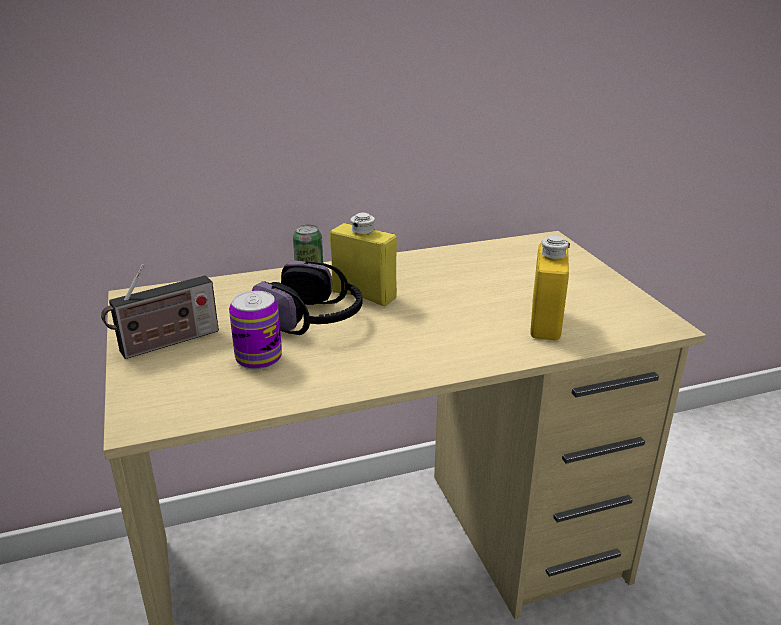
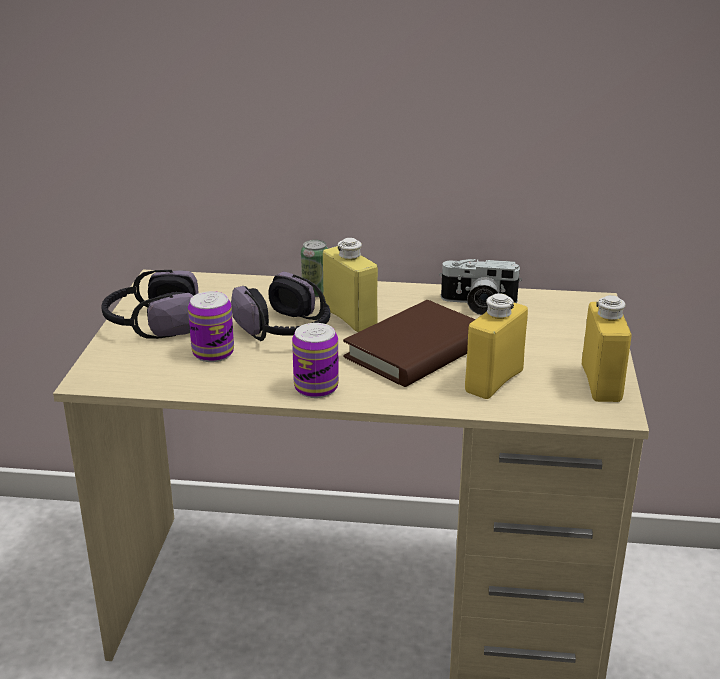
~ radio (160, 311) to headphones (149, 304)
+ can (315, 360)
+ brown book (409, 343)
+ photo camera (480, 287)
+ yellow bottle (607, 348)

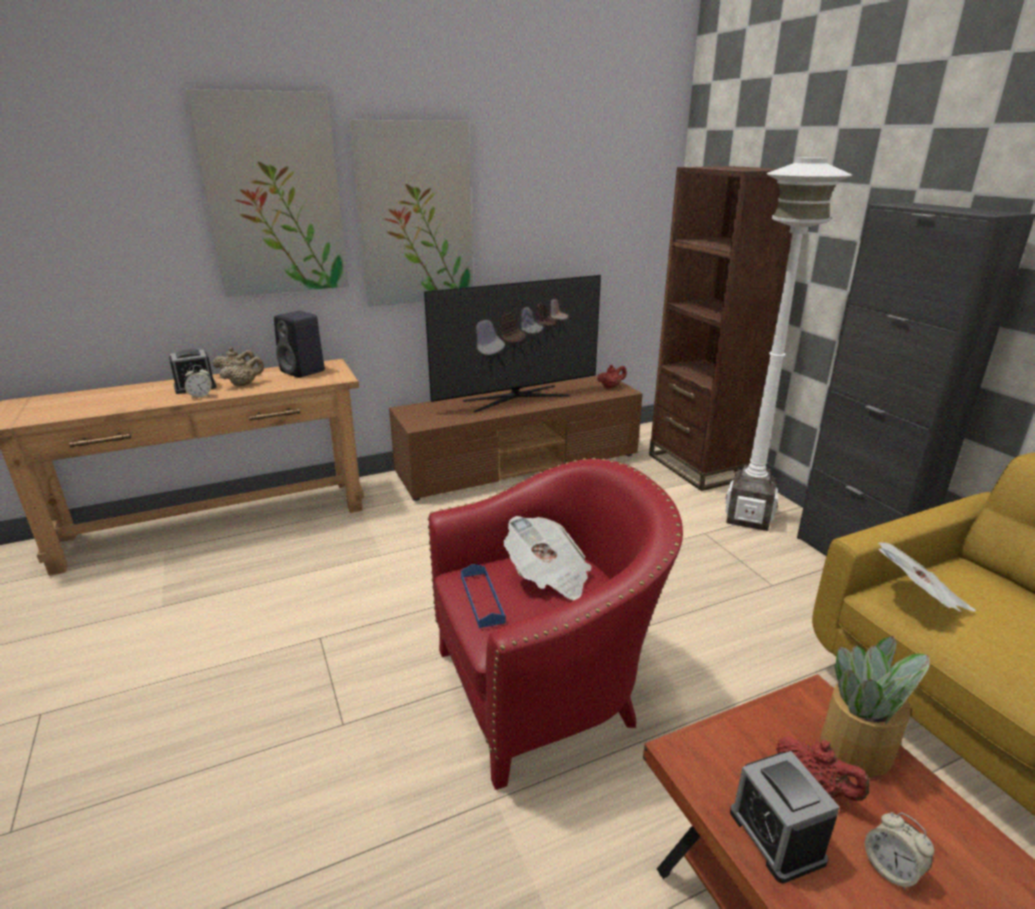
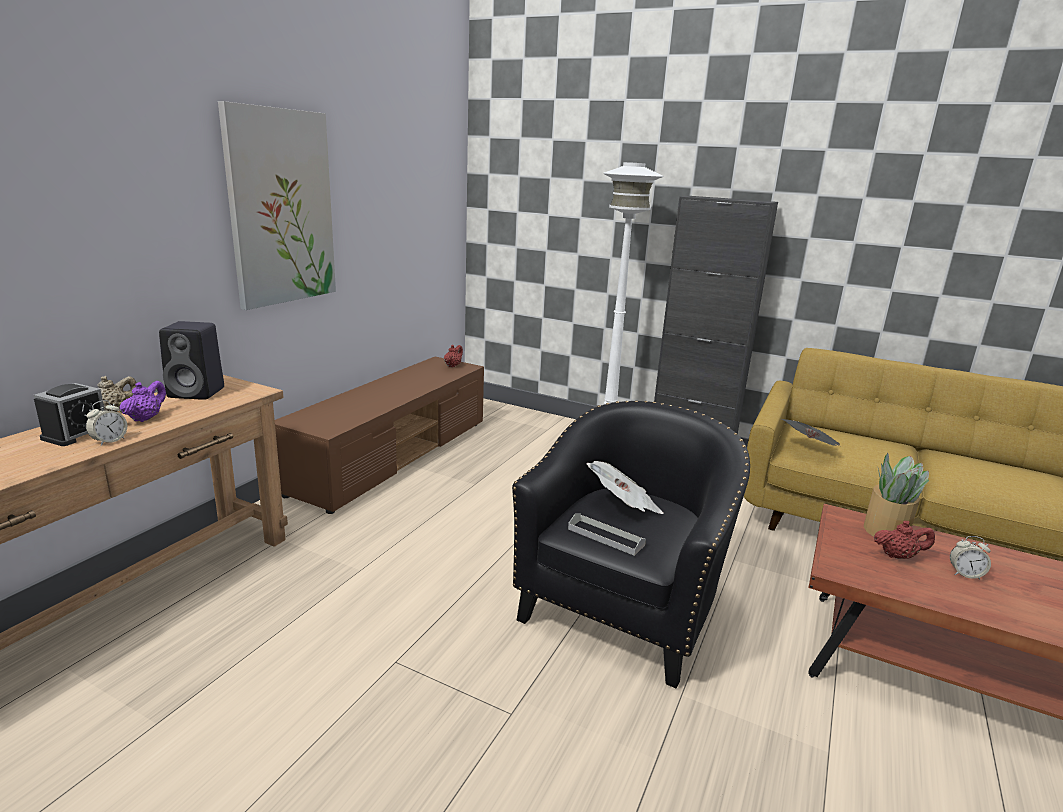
- picture (267, 193)
~ beige teapot (242, 371) to purple teapot (143, 401)
- television (512, 344)
~ red armchair (555, 624) to black armchair (631, 544)
~ blue tray (483, 596) to grey tray (607, 534)
- brown bookcase (720, 328)
- alarm clock (785, 817)

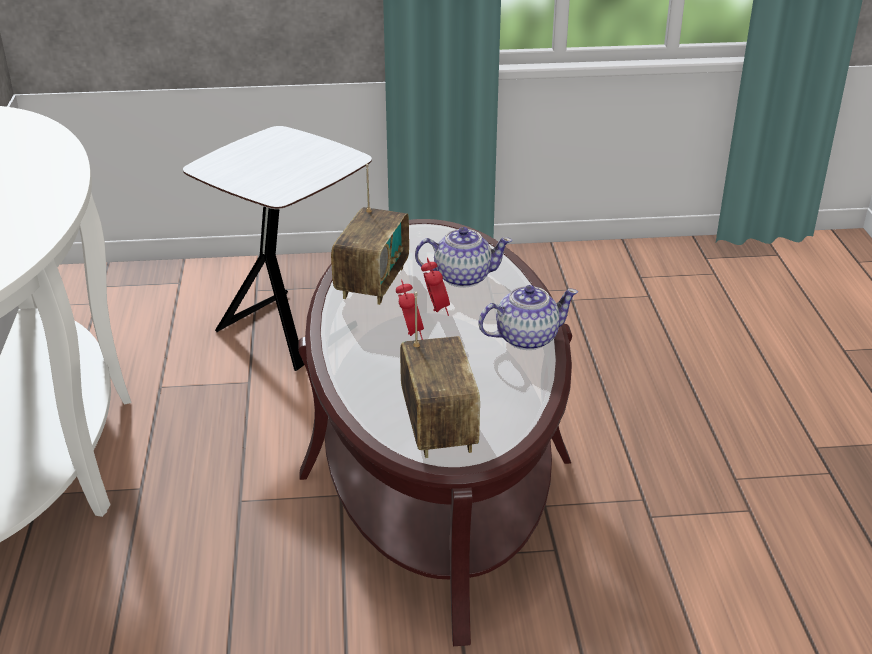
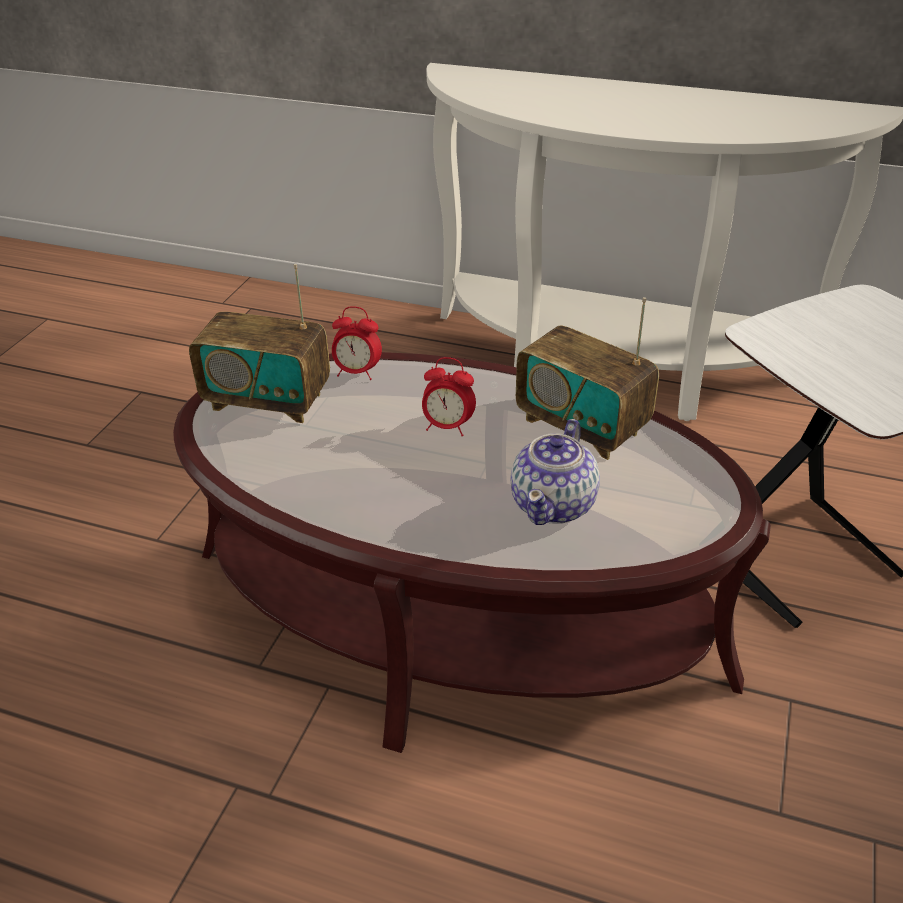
~ alarm clock (435, 286) to (357, 343)
- teapot (528, 317)

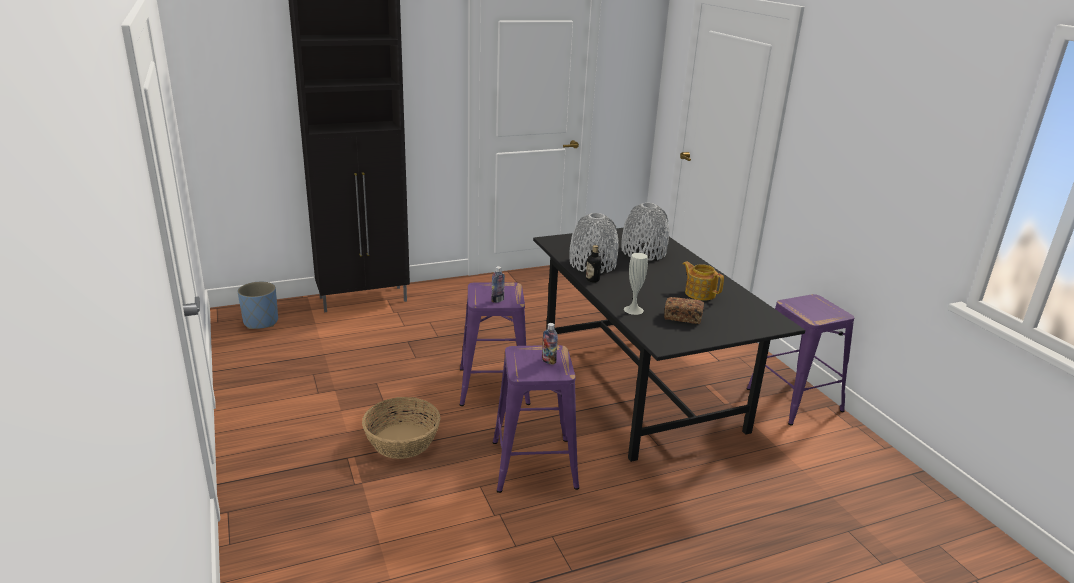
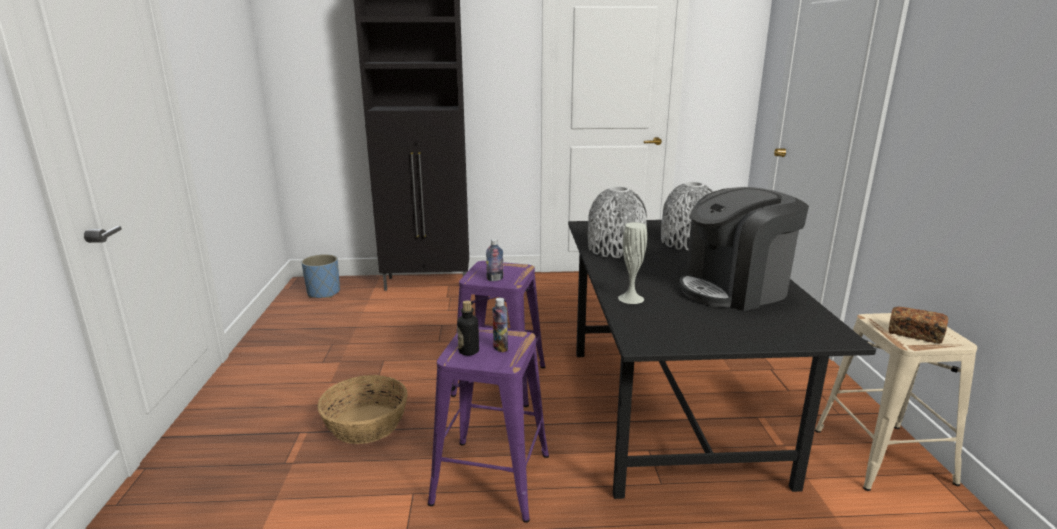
~ bottle (593, 263) to (468, 328)
~ bread (684, 310) to (918, 325)
~ teapot (703, 281) to coffee machine (744, 249)
~ purple stool (800, 359) to beige stool (896, 402)

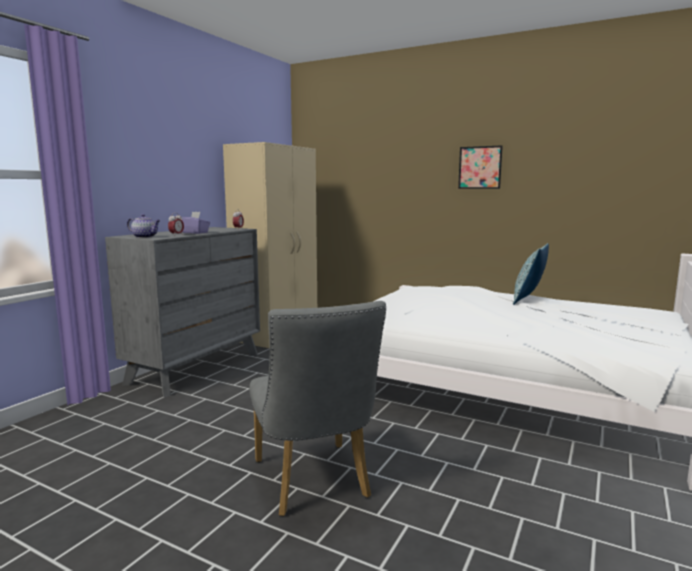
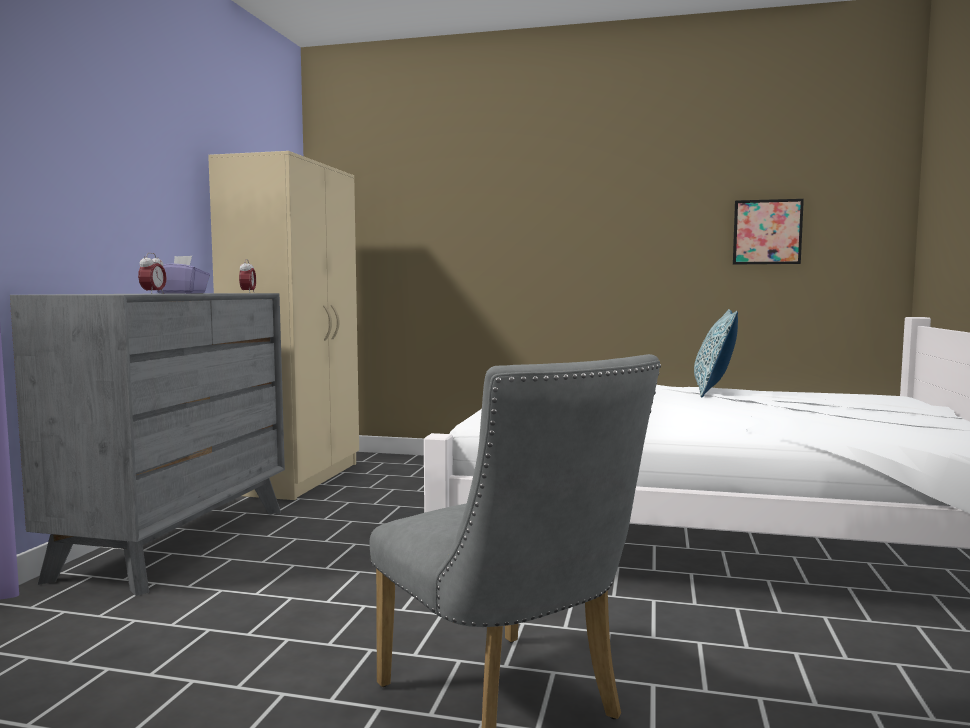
- teapot (144, 226)
~ picture (480, 167) to (768, 231)

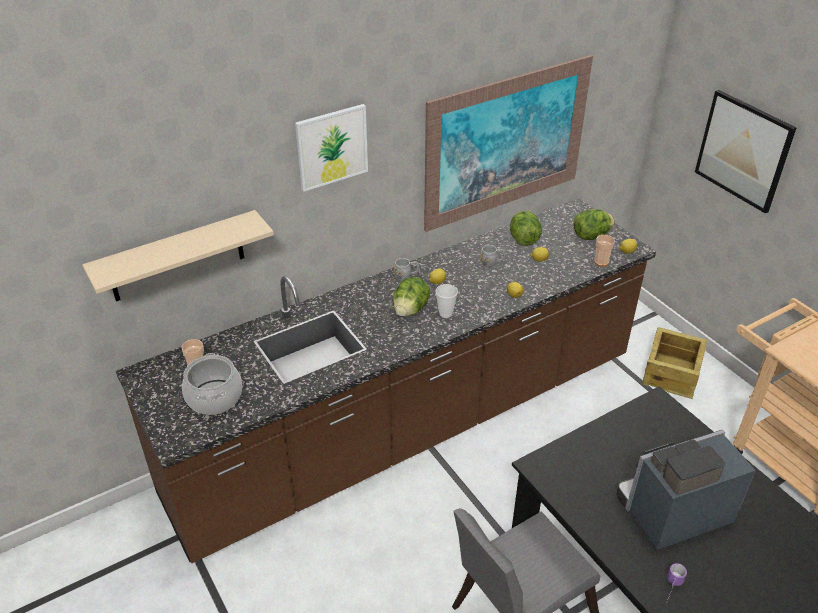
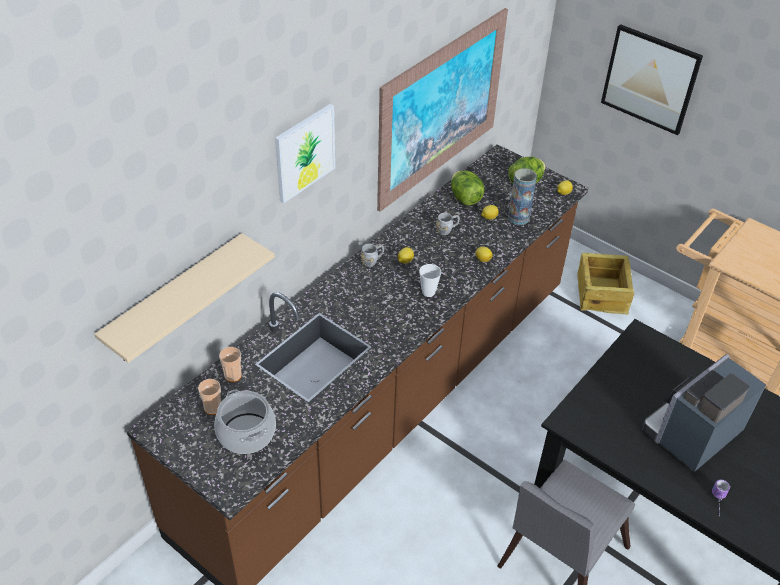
- lettuce (412, 297)
~ cup (604, 250) to (230, 364)
+ vase (522, 196)

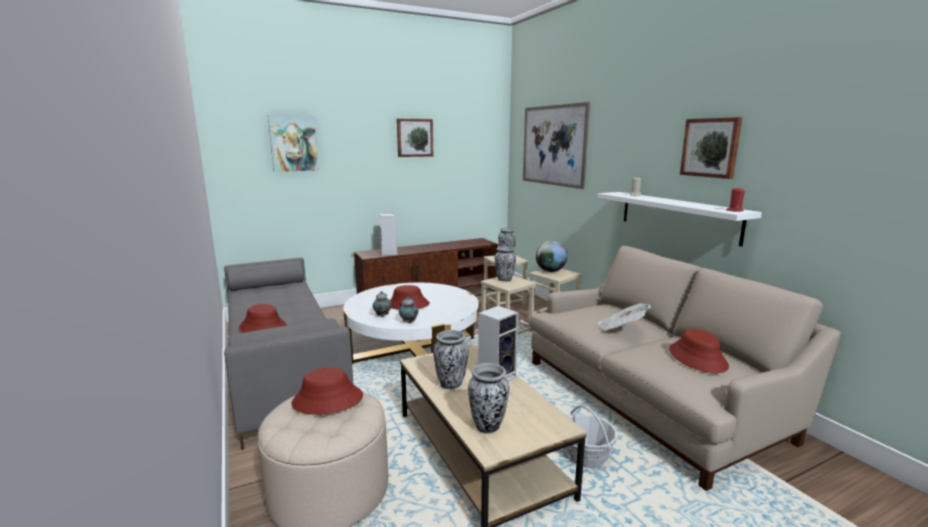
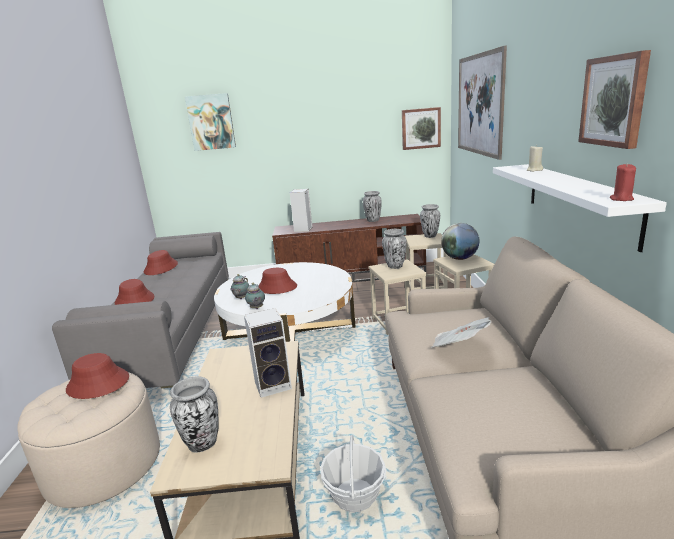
~ picture (415, 138) to (421, 128)
~ vase (451, 359) to (372, 206)
~ red hat (699, 351) to (161, 262)

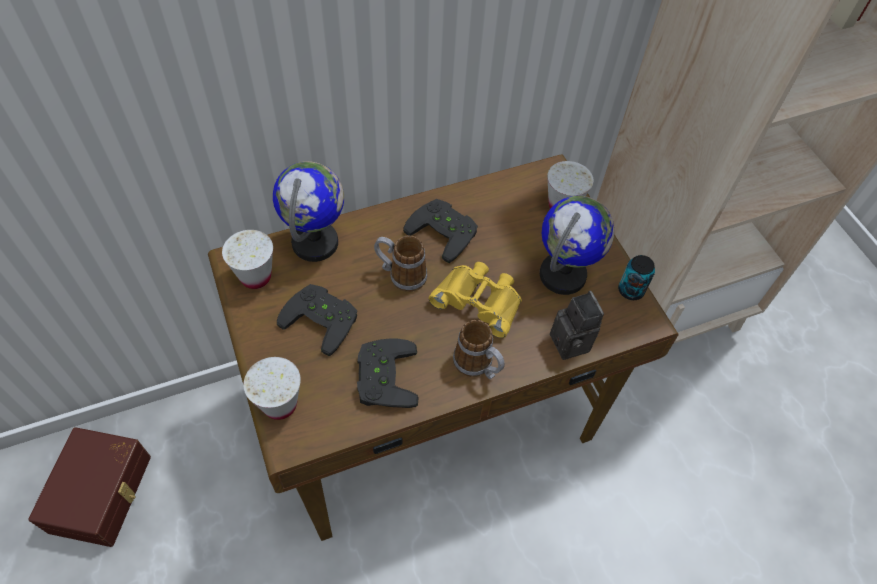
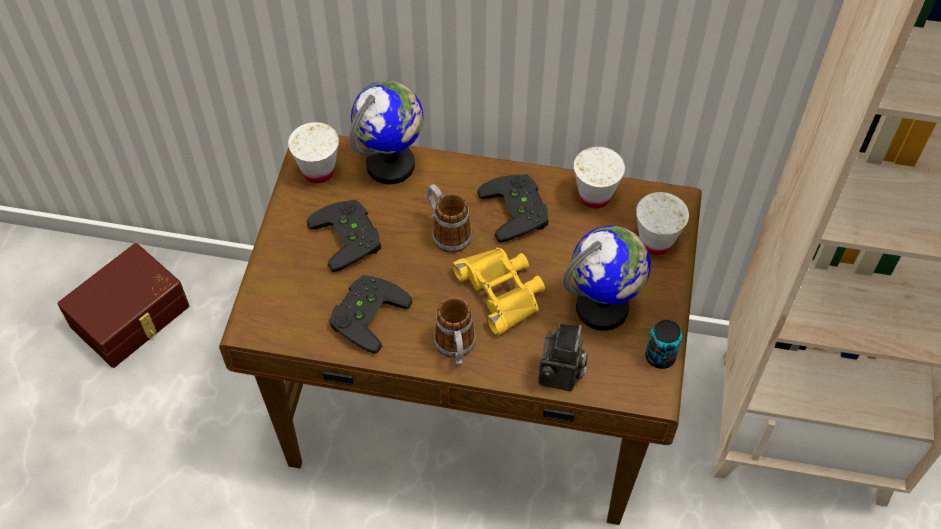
~ white cup (272, 388) to (599, 177)

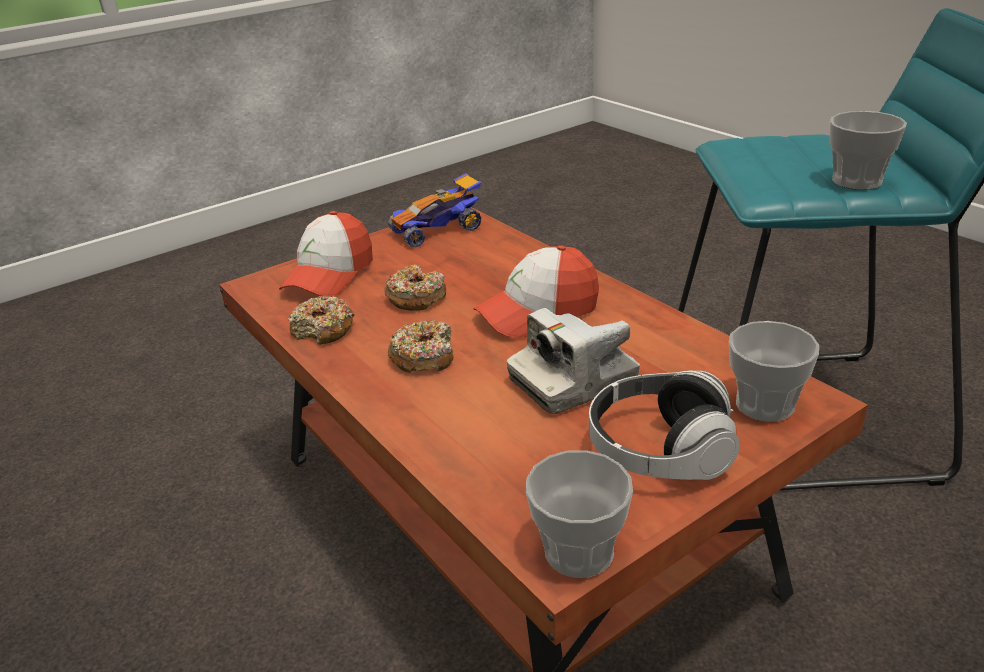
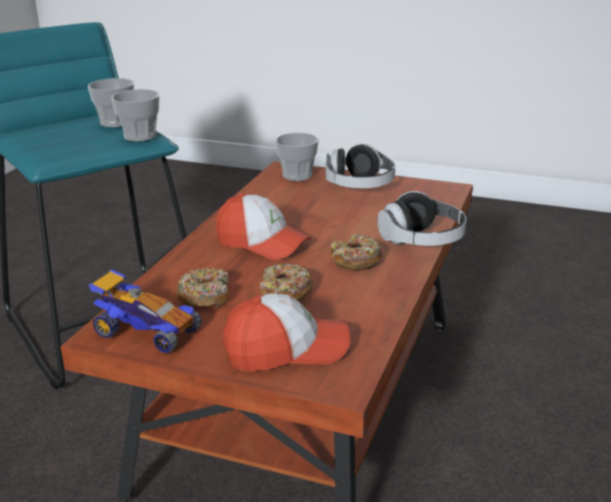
~ donut (321, 320) to (202, 288)
- photo camera (573, 361)
~ cup (579, 514) to (135, 115)
+ headphones (421, 218)

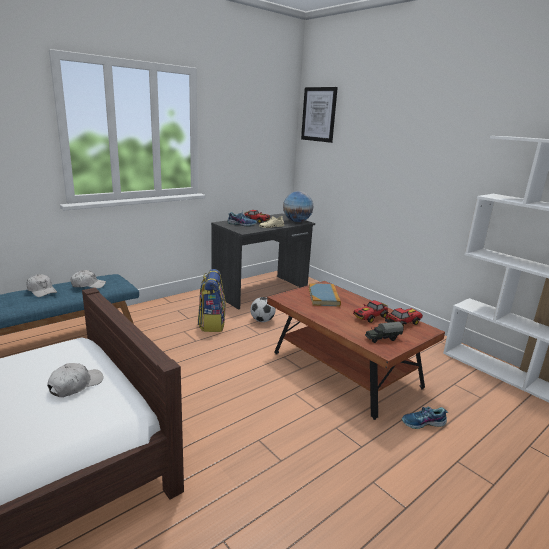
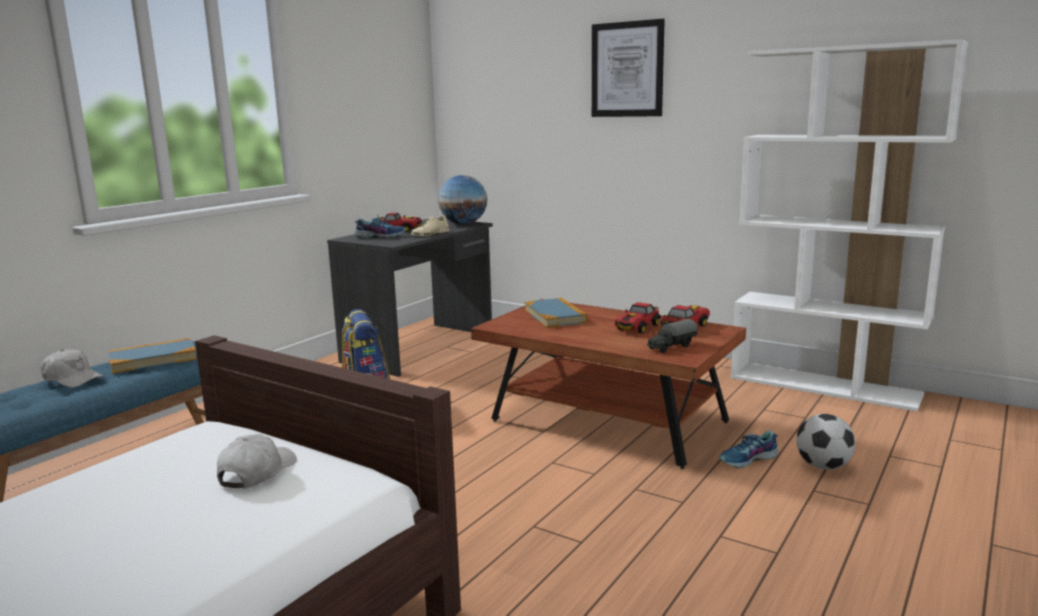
~ white cap (88, 279) to book (152, 356)
~ football (263, 309) to (826, 442)
~ picture (319, 115) to (628, 68)

